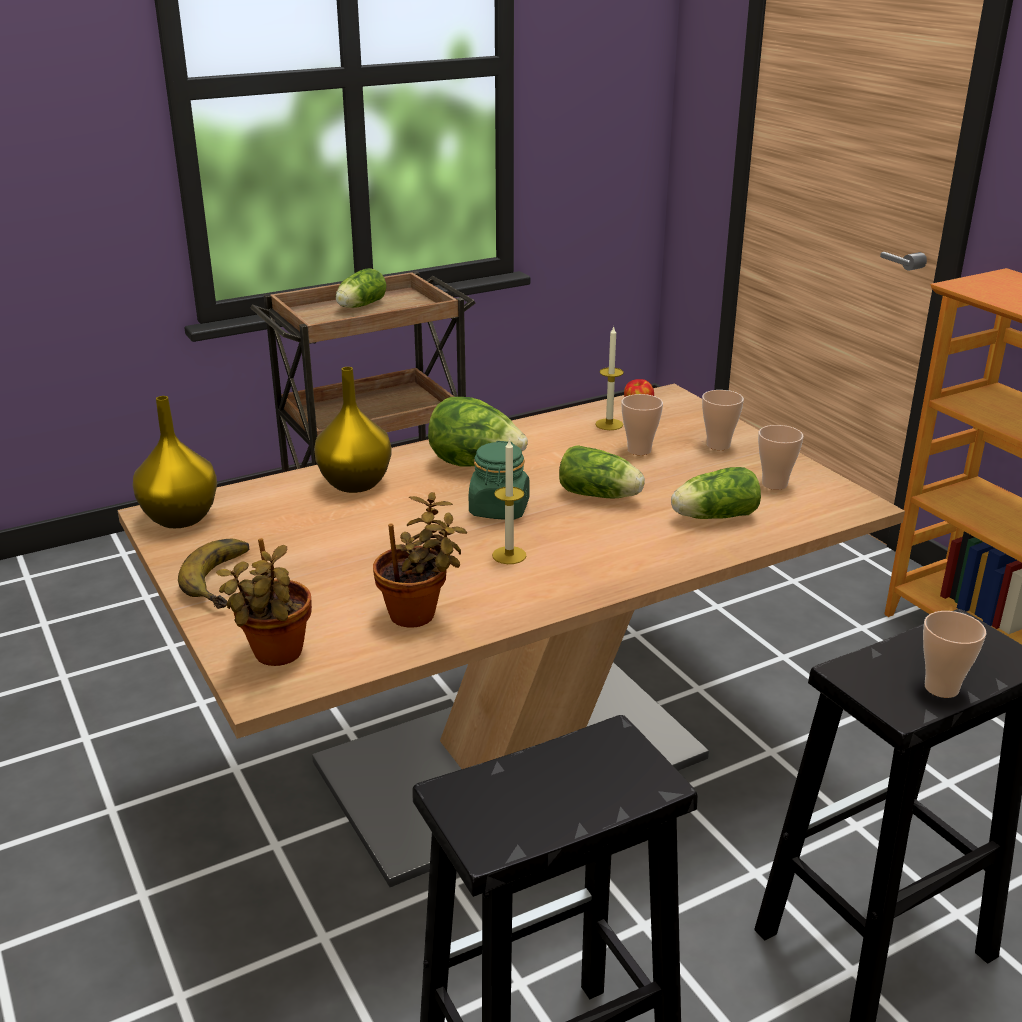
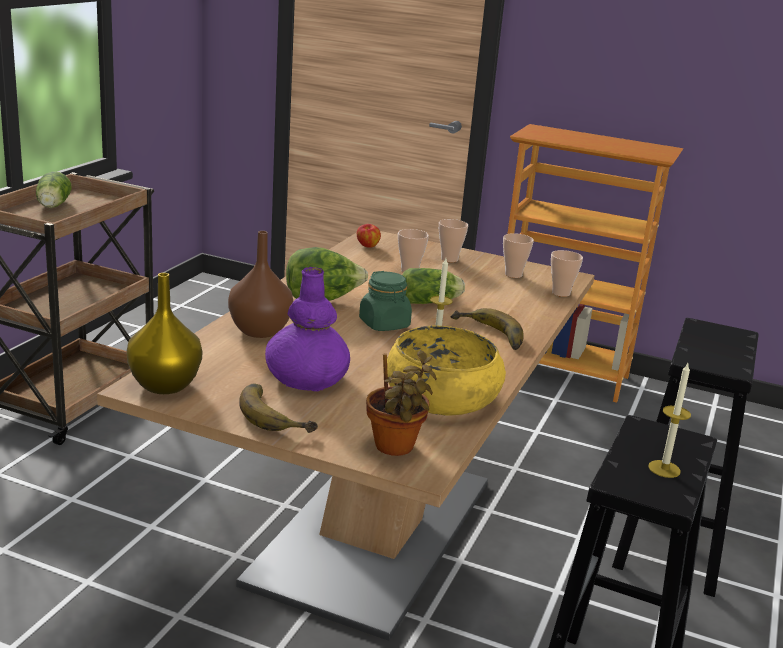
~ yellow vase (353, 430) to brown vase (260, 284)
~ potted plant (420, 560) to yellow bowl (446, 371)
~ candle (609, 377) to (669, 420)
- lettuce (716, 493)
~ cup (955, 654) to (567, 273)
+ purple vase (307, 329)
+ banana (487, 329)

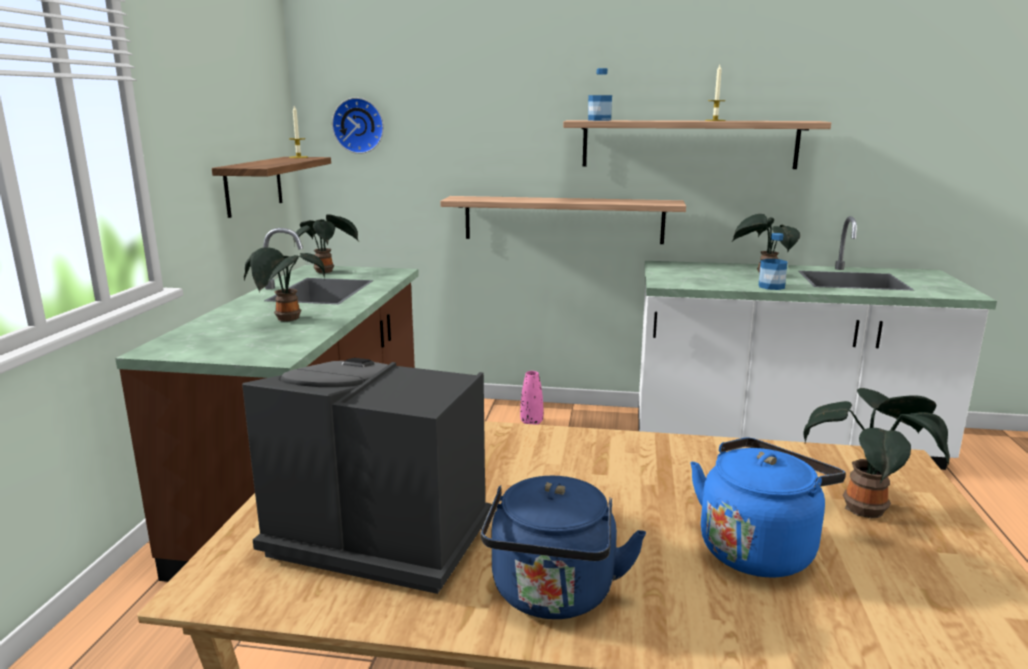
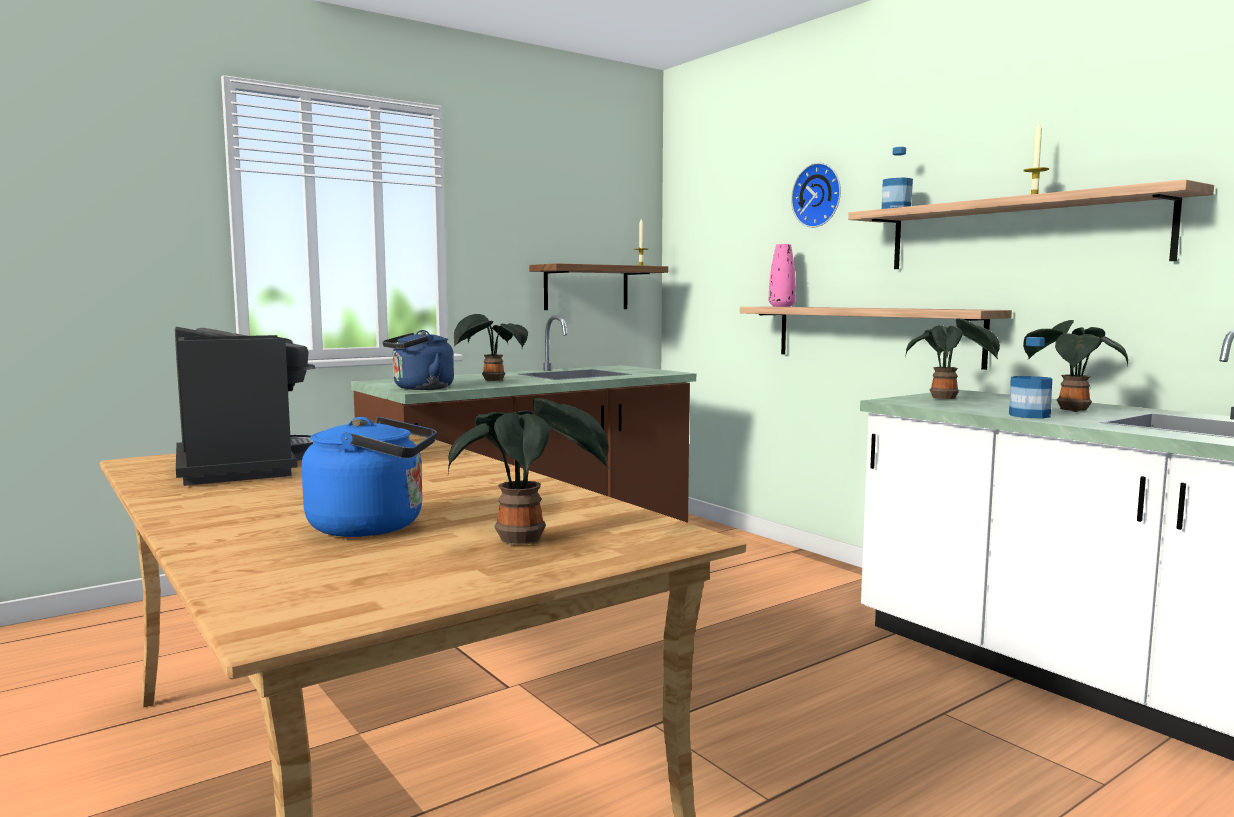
~ potted plant (325, 243) to (952, 358)
~ wall clock (358, 125) to (816, 195)
~ blue kettle (563, 547) to (418, 360)
~ pink vase (531, 398) to (782, 275)

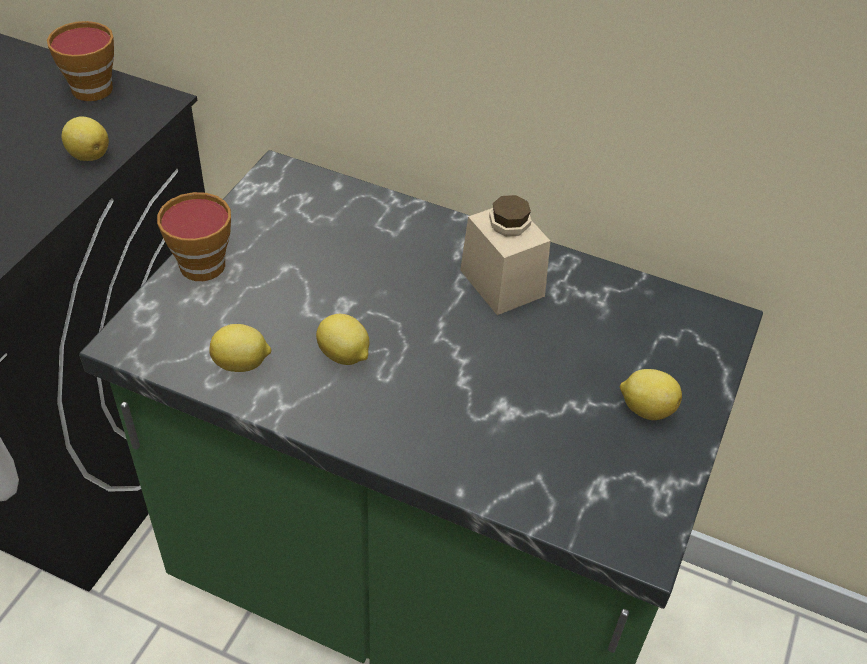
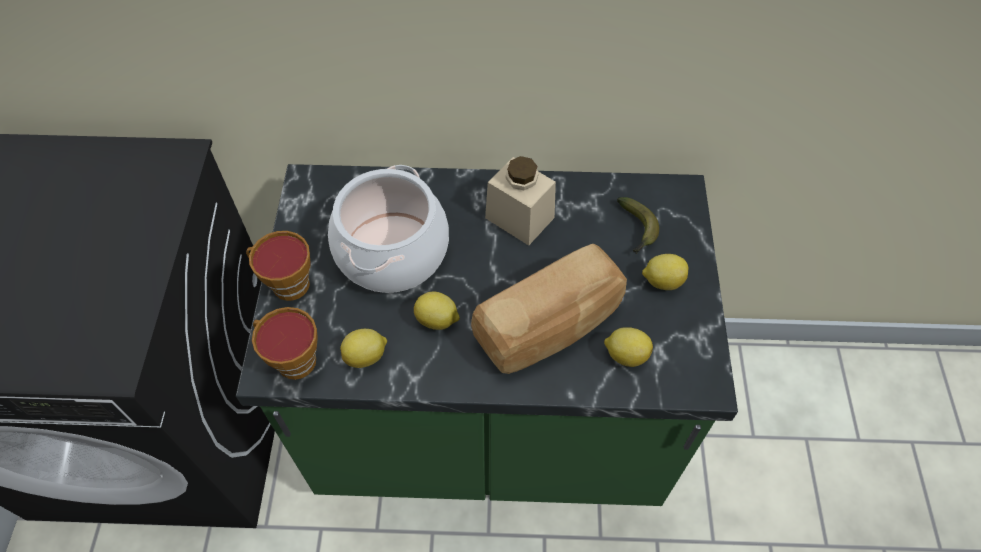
~ cup (80, 61) to (285, 343)
~ lemon (85, 138) to (628, 347)
+ cooking pot (388, 229)
+ bread (549, 309)
+ banana (638, 225)

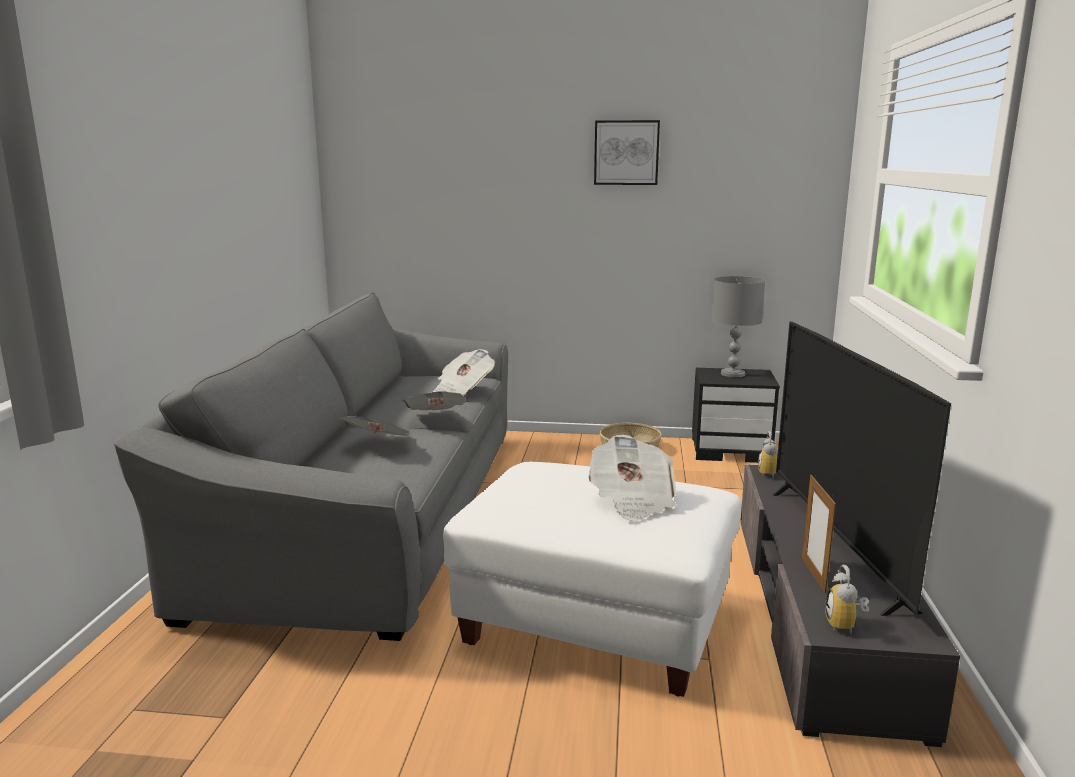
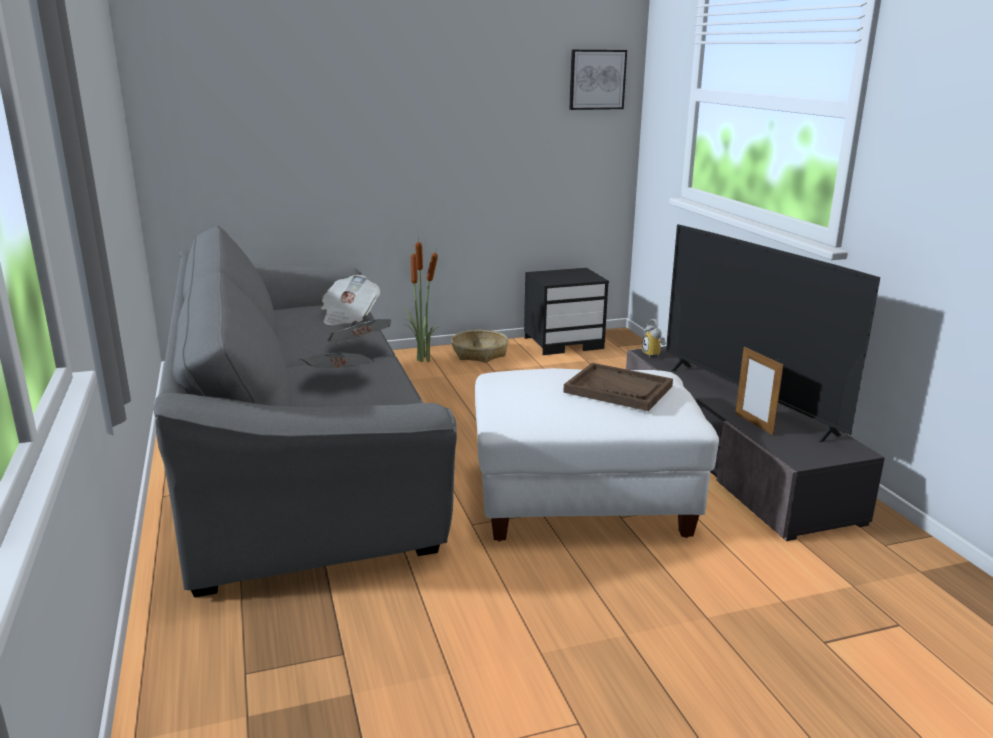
~ newspaper (632, 478) to brown tray (618, 387)
~ picture (627, 152) to (598, 80)
- grey table lamp (738, 326)
- alarm clock (847, 600)
+ potted plant (422, 299)

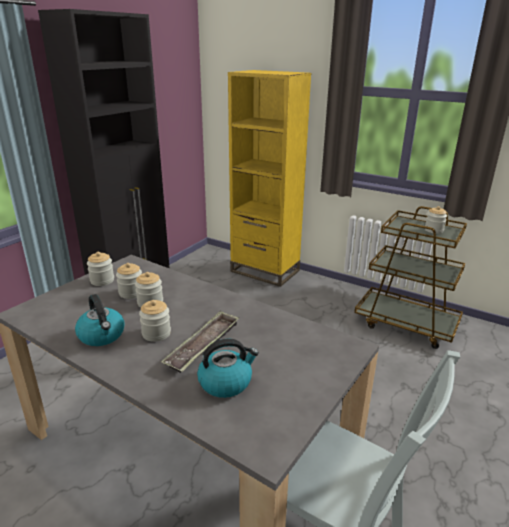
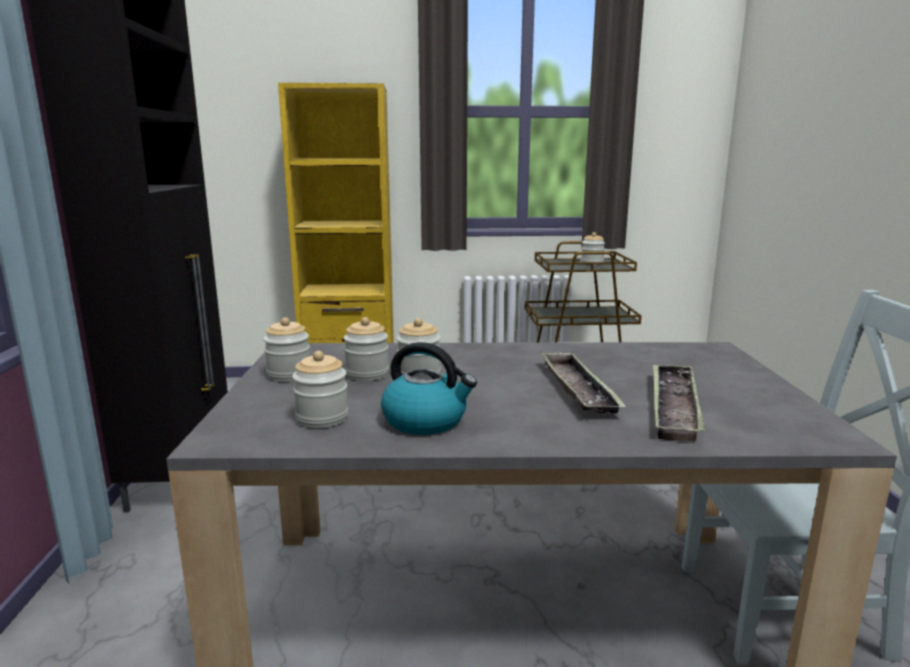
~ jar (155, 321) to (320, 389)
~ kettle (228, 368) to tray (679, 402)

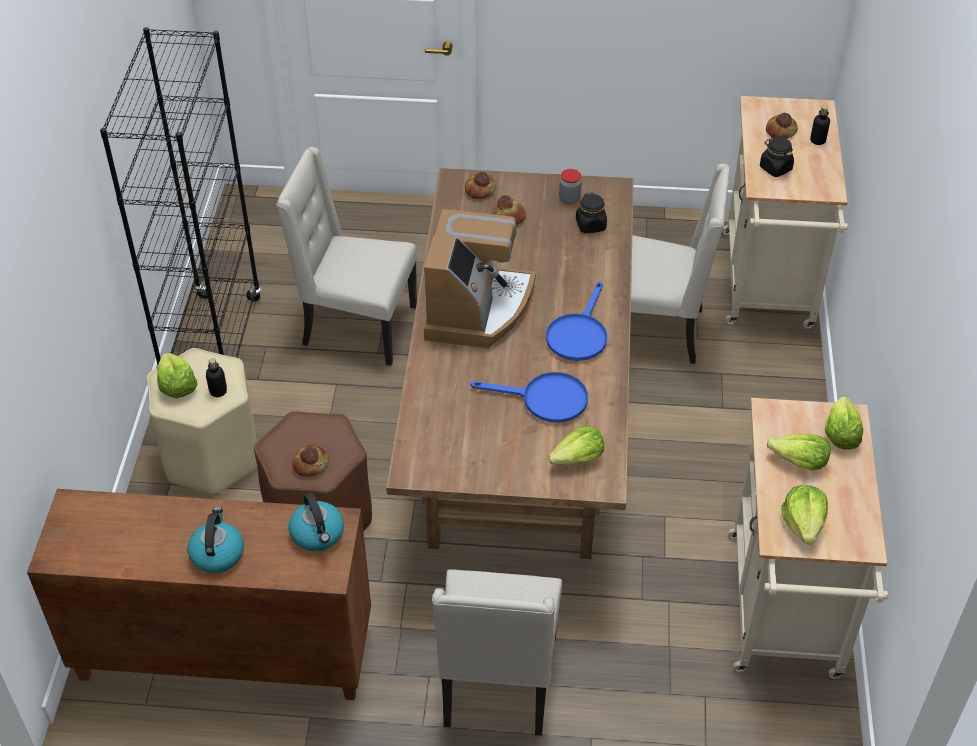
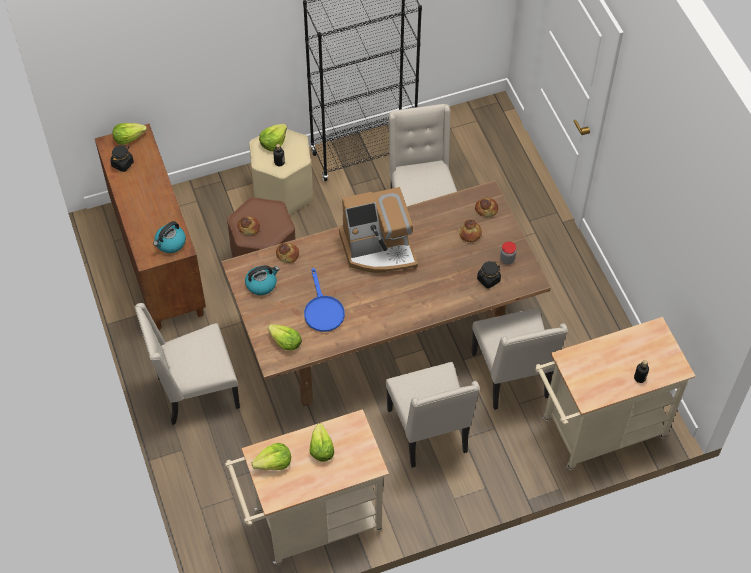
~ kettle (216, 540) to (262, 280)
- blue frying pan (577, 321)
~ black jar (777, 157) to (122, 158)
~ bread (782, 126) to (287, 253)
~ lettuce (844, 423) to (130, 134)
+ beige chair (433, 415)

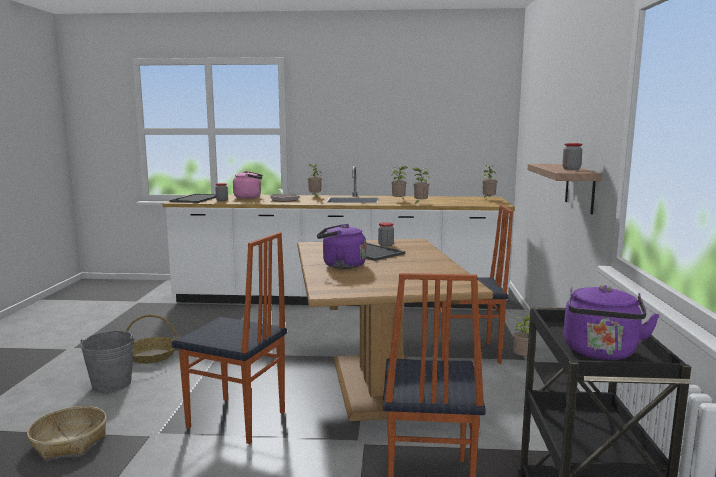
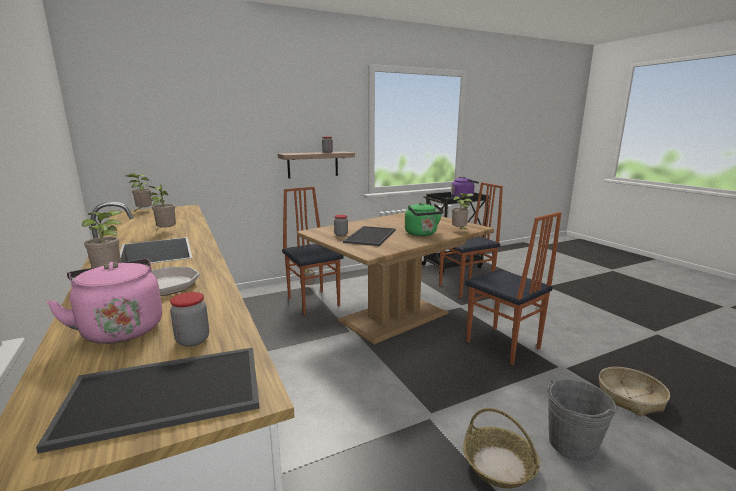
~ chair (229, 338) = (513, 288) 150 degrees clockwise
~ purple kettle (341, 246) to green kettle (424, 219)
~ potted plant (421, 186) to (463, 211)

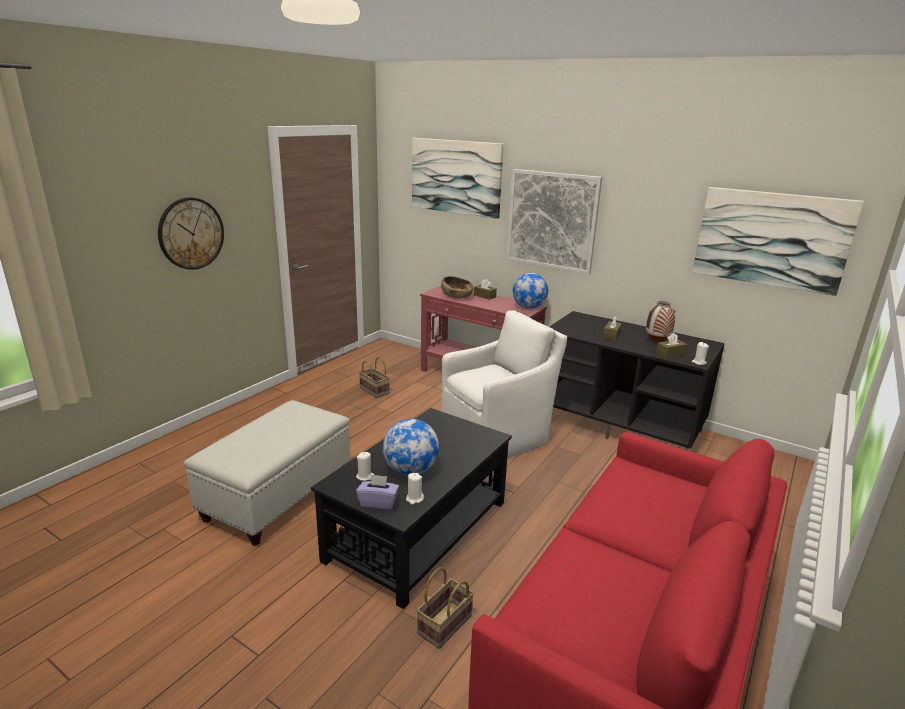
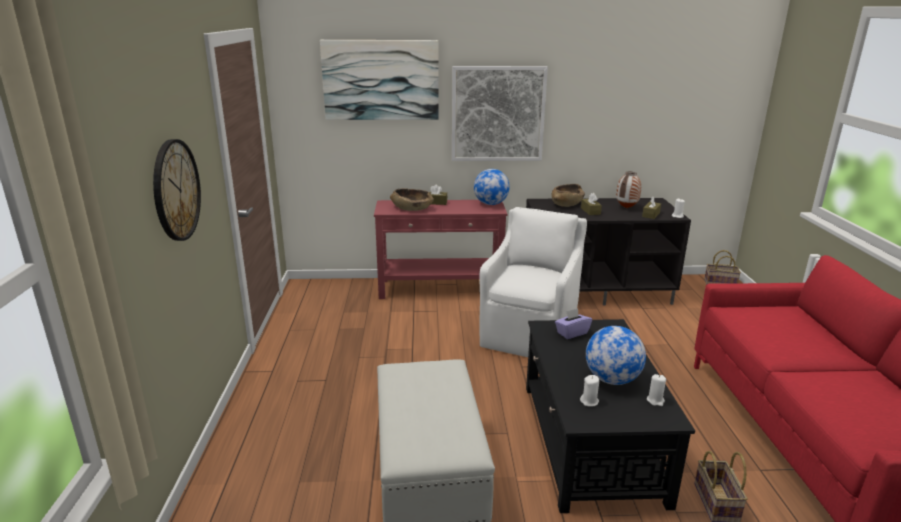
~ purple tissue box (377, 492) to (573, 323)
~ basket (374, 377) to (722, 267)
- picture (778, 241)
+ brown bowl (568, 195)

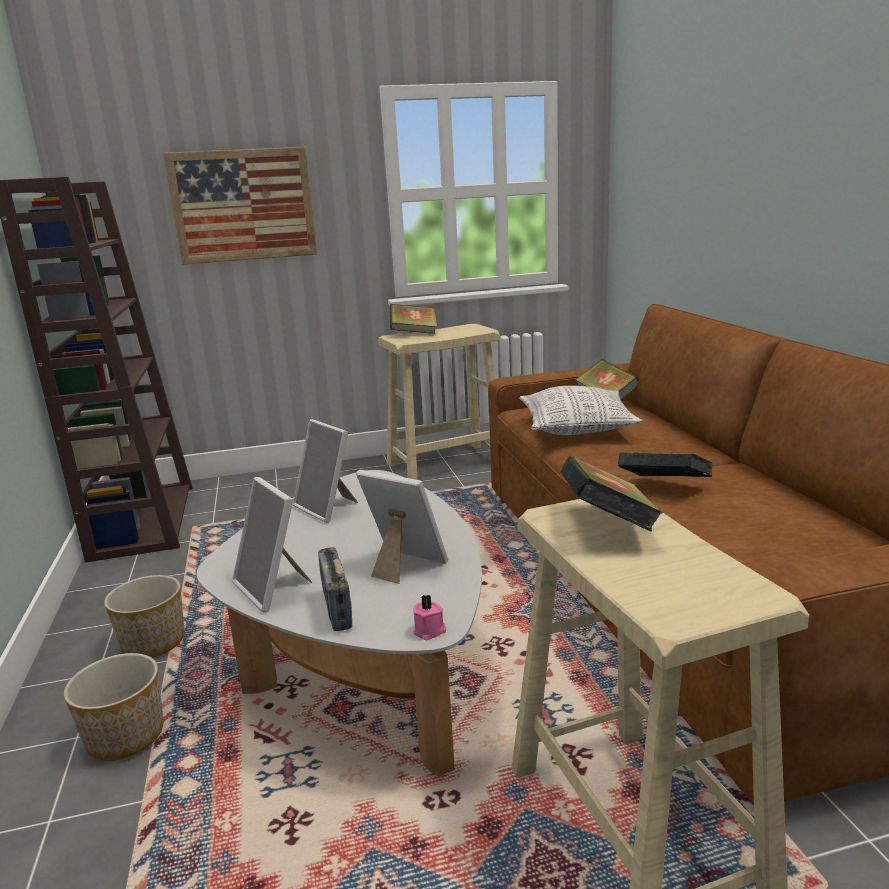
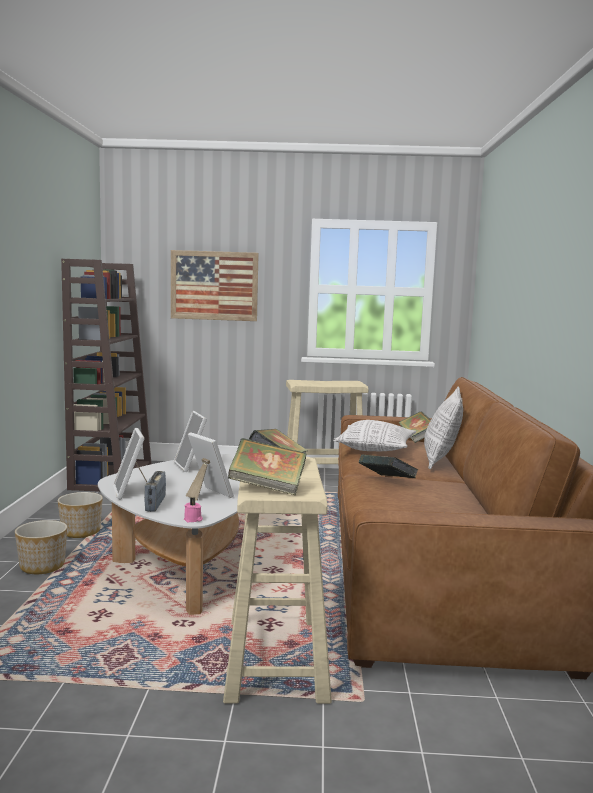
~ book (413, 319) to (267, 466)
+ pillow (443, 428)

